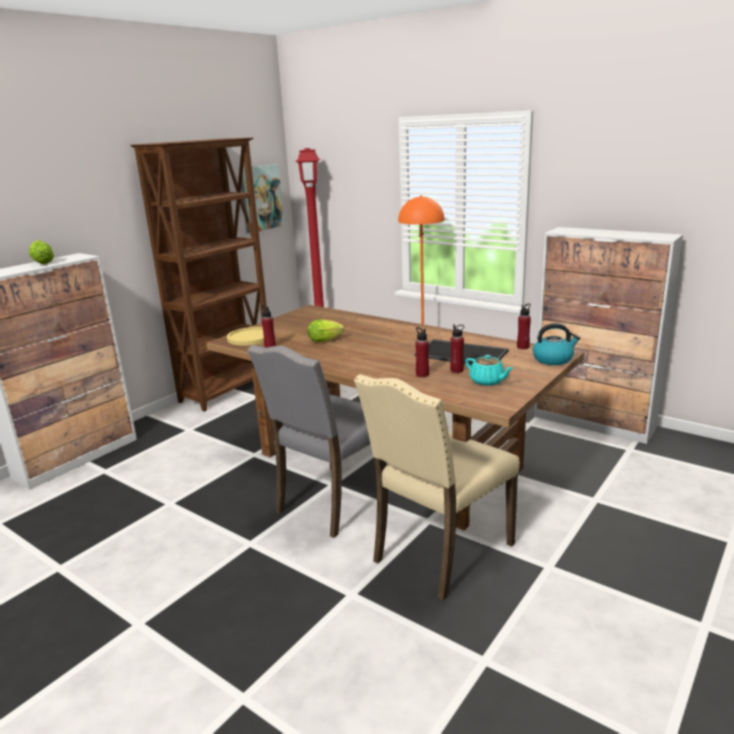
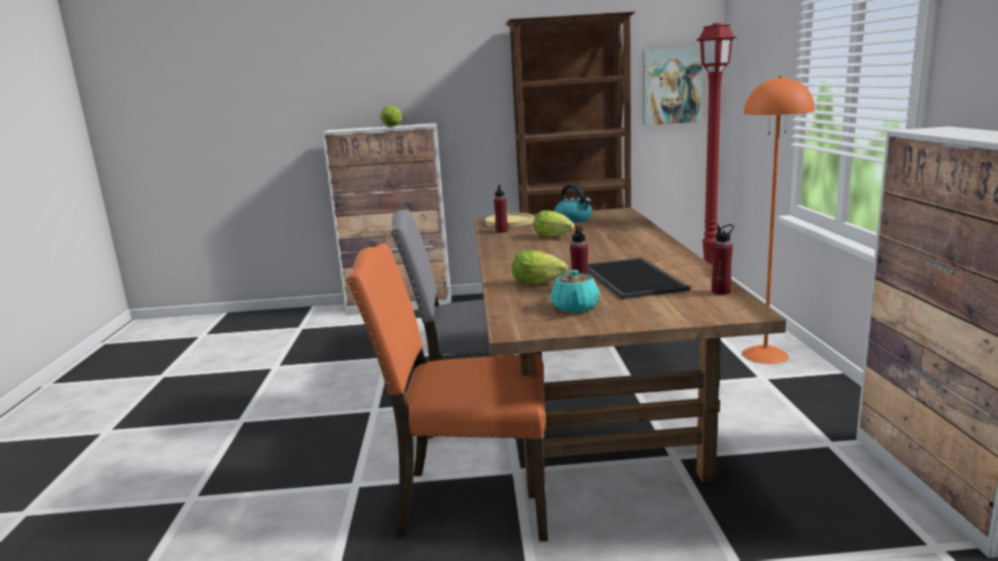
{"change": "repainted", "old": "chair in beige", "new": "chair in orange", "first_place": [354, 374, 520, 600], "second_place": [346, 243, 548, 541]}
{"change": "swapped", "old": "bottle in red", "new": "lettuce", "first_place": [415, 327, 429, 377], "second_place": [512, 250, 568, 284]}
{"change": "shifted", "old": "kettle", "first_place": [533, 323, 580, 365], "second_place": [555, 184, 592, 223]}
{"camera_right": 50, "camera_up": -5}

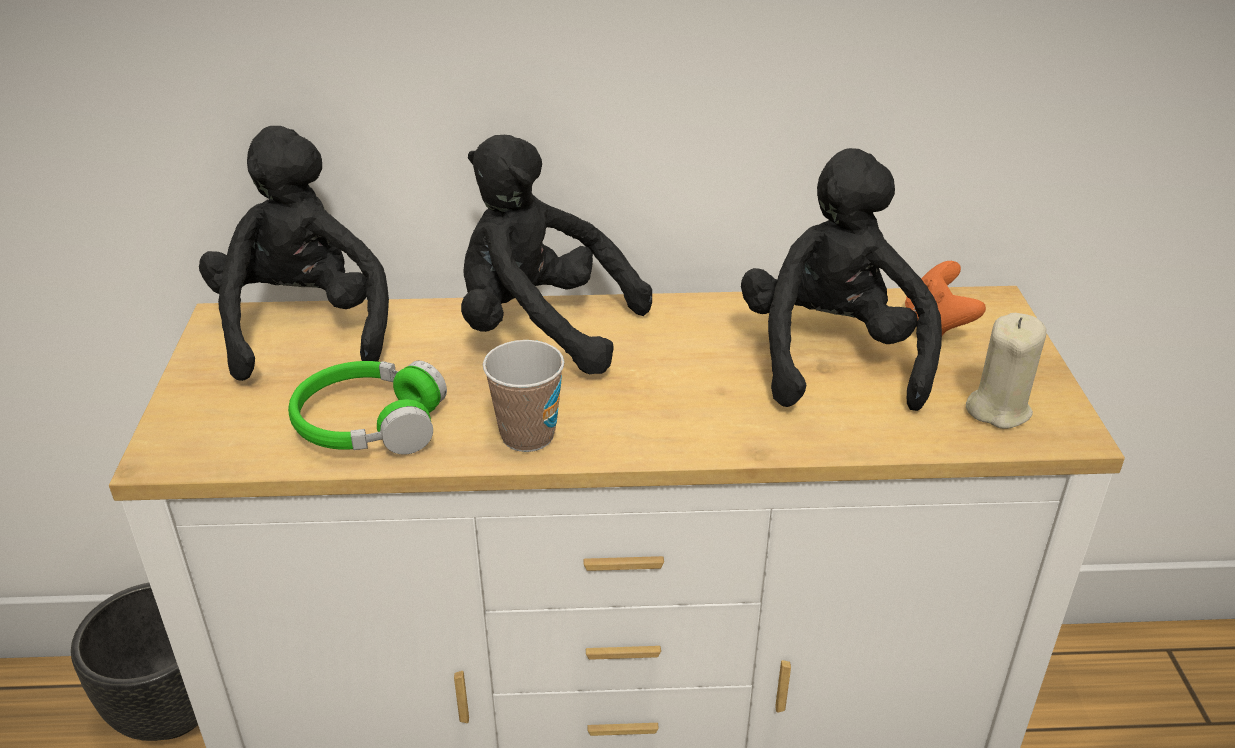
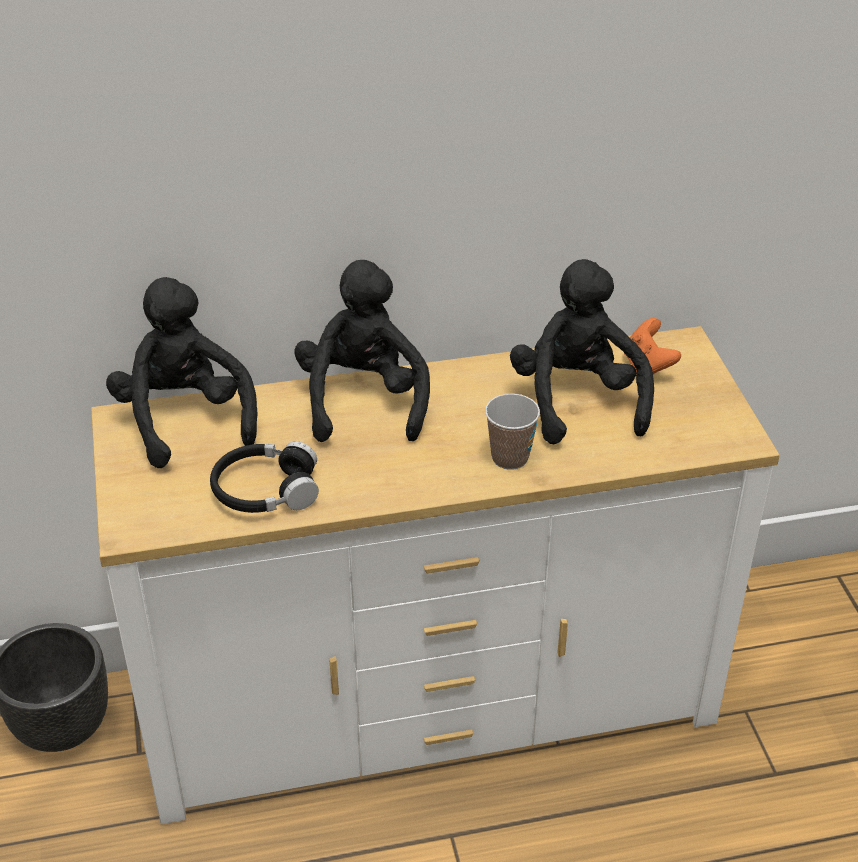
{"change": "repainted", "old": "headphones in green", "new": "headphones in black", "first_place": [288, 361, 447, 455], "second_place": [210, 441, 319, 513]}
{"change": "rotated", "old": "plush toy in black", "first_place": [461, 135, 652, 374], "second_place": [294, 260, 430, 442], "degrees": 75}
{"change": "shifted", "old": "cup", "first_place": [483, 340, 565, 452], "second_place": [485, 394, 540, 470]}
{"change": "gone", "old": "candle in beige", "first_place": [966, 313, 1046, 429]}
{"camera_right": -10, "camera_up": 5}

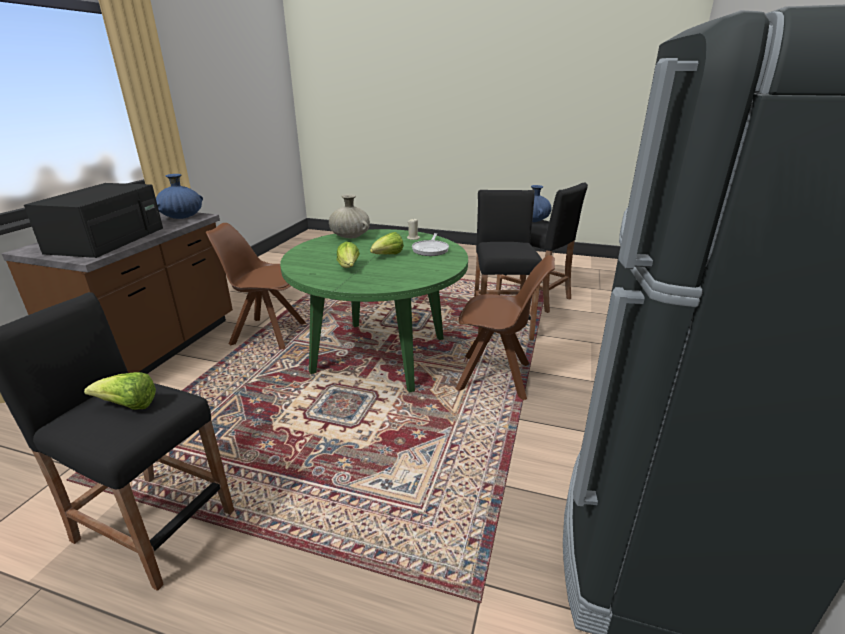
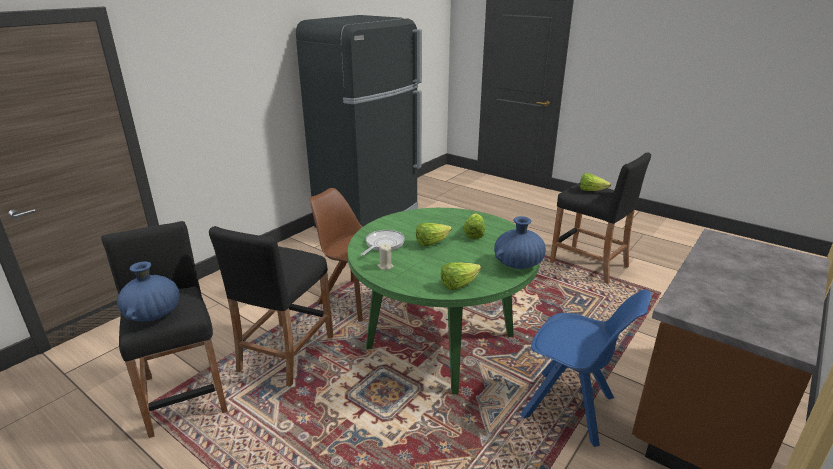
{"change": "swapped", "old": "vase in beige", "new": "lettuce", "first_place": [329, 194, 370, 238], "second_place": [440, 263, 481, 290]}
{"change": "shifted", "old": "vase in blue", "first_place": [156, 174, 203, 219], "second_place": [494, 216, 546, 269]}
{"change": "repainted", "old": "chair in brown", "new": "chair in blue", "first_place": [206, 223, 306, 349], "second_place": [520, 290, 652, 447]}
{"change": "gone", "old": "microwave in black", "first_place": [24, 183, 163, 258]}
{"camera_right": -160, "camera_up": 0}

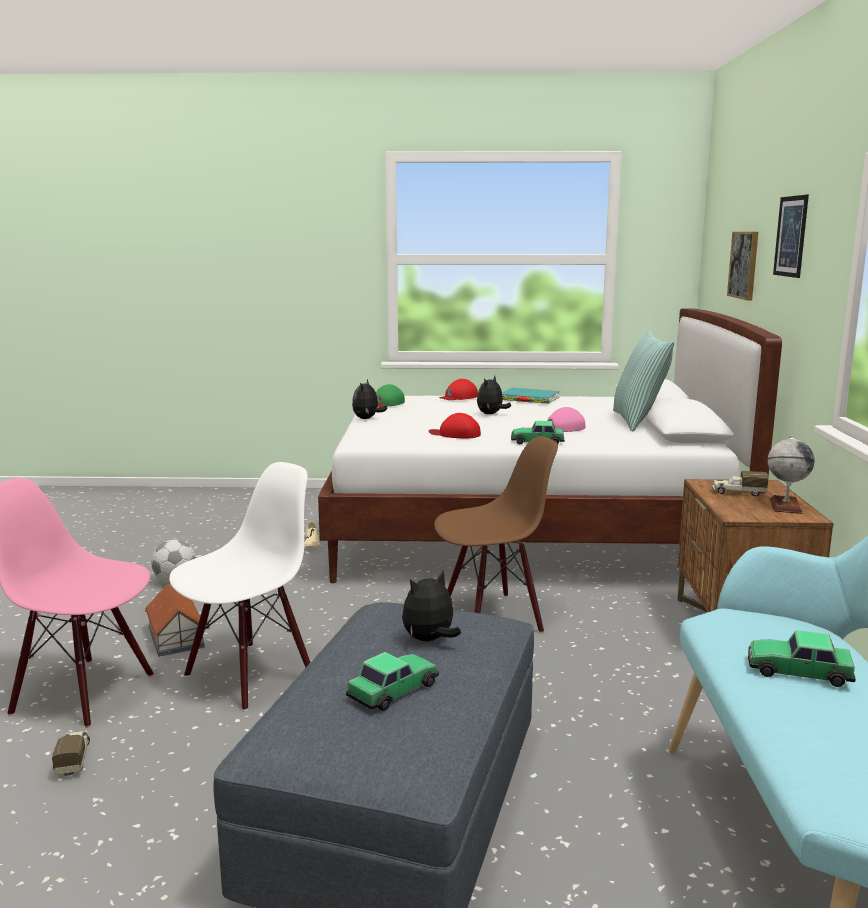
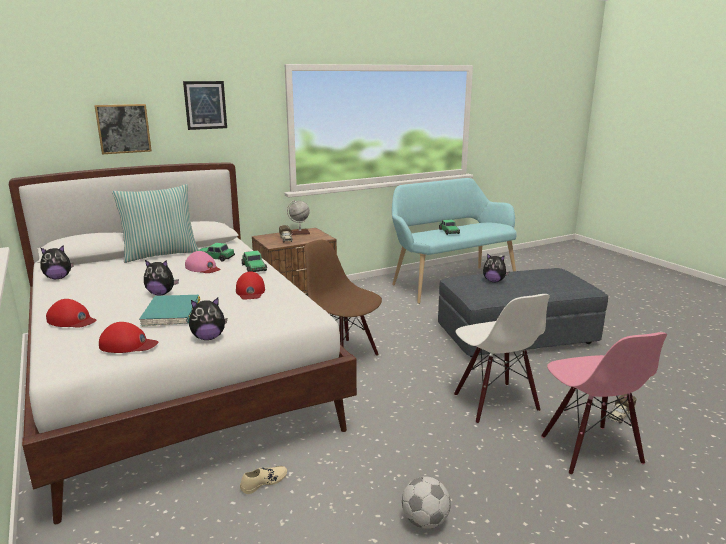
{"change": "new", "new": "plush toy", "second_place": [40, 245, 74, 279]}
{"change": "repainted", "old": "cap in green", "new": "cap in red", "first_place": [376, 384, 405, 407], "second_place": [99, 322, 159, 353]}
{"change": "shifted", "old": "book in turquoise", "first_place": [502, 388, 560, 404], "second_place": [139, 295, 200, 327]}
{"change": "shifted", "old": "toy car", "first_place": [346, 652, 439, 711], "second_place": [198, 243, 235, 262]}
{"change": "rotated", "old": "chair in white", "first_place": [169, 462, 310, 711], "second_place": [454, 294, 550, 424], "degrees": -120}
{"change": "gone", "old": "toy house", "first_place": [145, 584, 205, 657]}
{"camera_right": -120, "camera_up": 5}

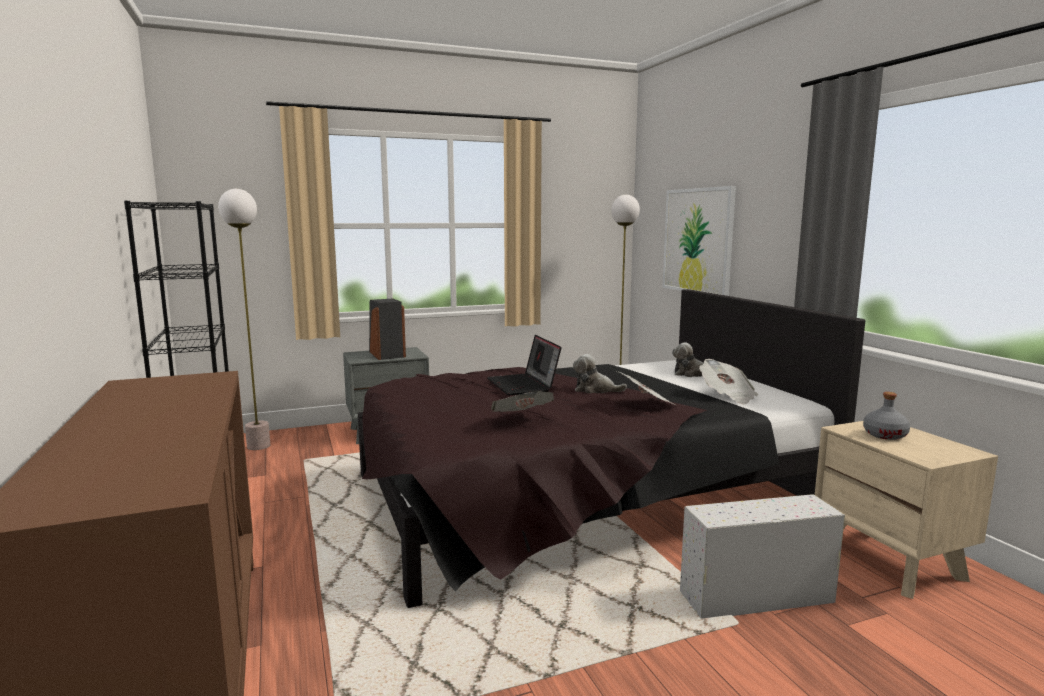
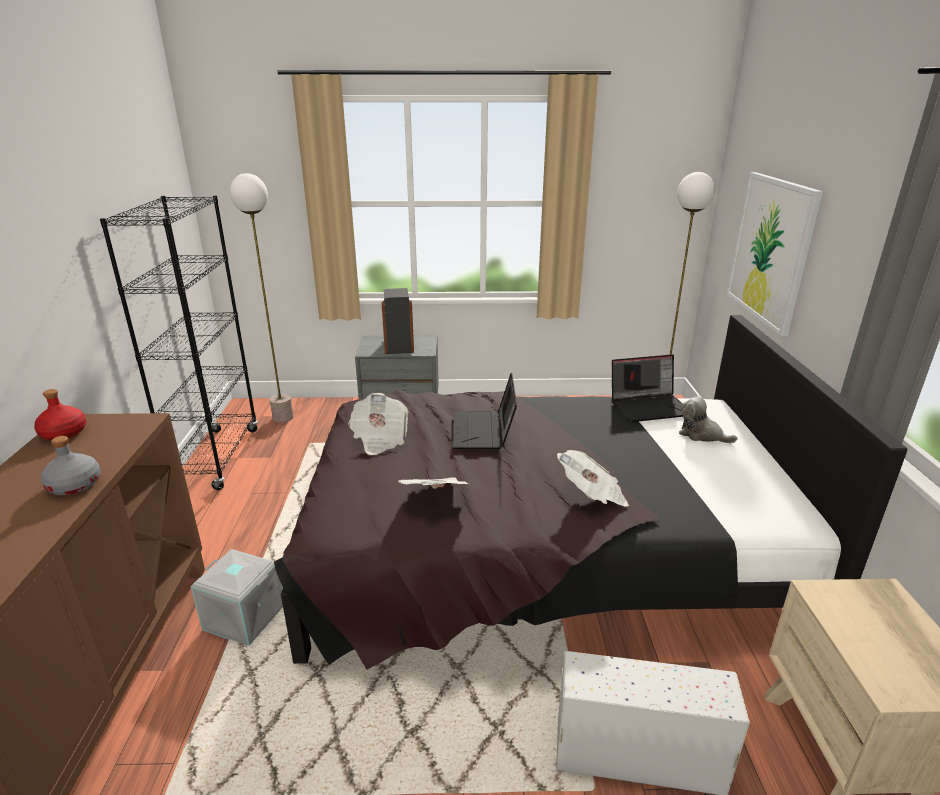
{"change": "new", "new": "bottle in red", "second_place": [34, 389, 86, 440]}
{"change": "shifted", "old": "bottle in grey", "first_place": [863, 392, 910, 440], "second_place": [41, 436, 100, 495]}
{"change": "new", "new": "storage box in grey", "second_place": [190, 549, 283, 646]}
{"change": "shifted", "old": "newspaper", "first_place": [699, 359, 758, 405], "second_place": [348, 393, 409, 455]}
{"change": "new", "new": "laptop", "second_place": [612, 354, 683, 422]}
{"change": "gone", "old": "plush toy", "first_place": [573, 354, 627, 393]}
{"camera_right": 20, "camera_up": 15}

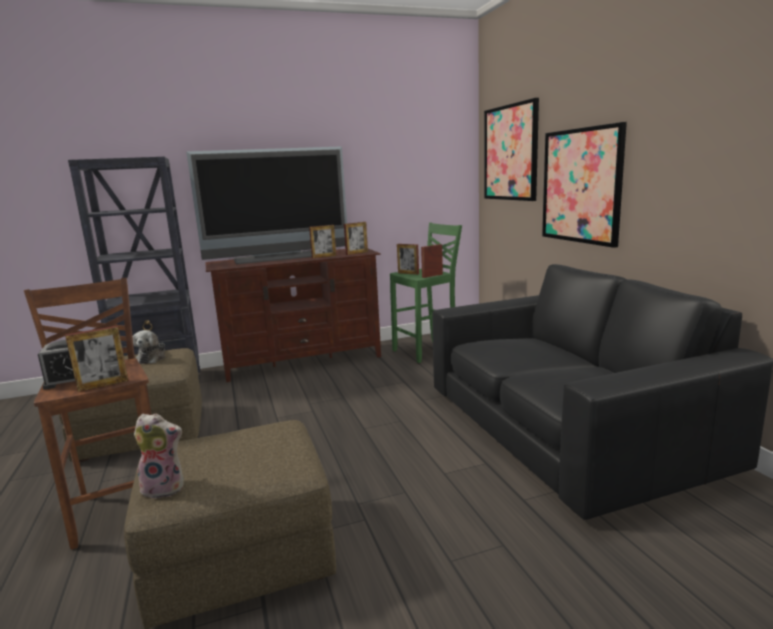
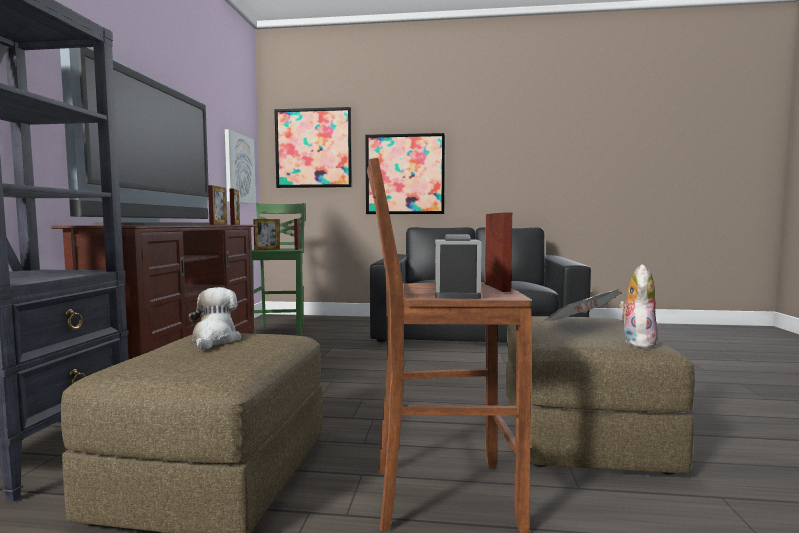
{"change": "rotated", "old": "plush toy", "first_place": [133, 330, 166, 364], "second_place": [189, 287, 241, 350], "degrees": -120}
{"change": "new", "new": "picture", "second_place": [225, 129, 256, 204]}
{"change": "new", "new": "newspaper", "second_place": [544, 289, 622, 321]}
{"camera_right": -65, "camera_up": -10}

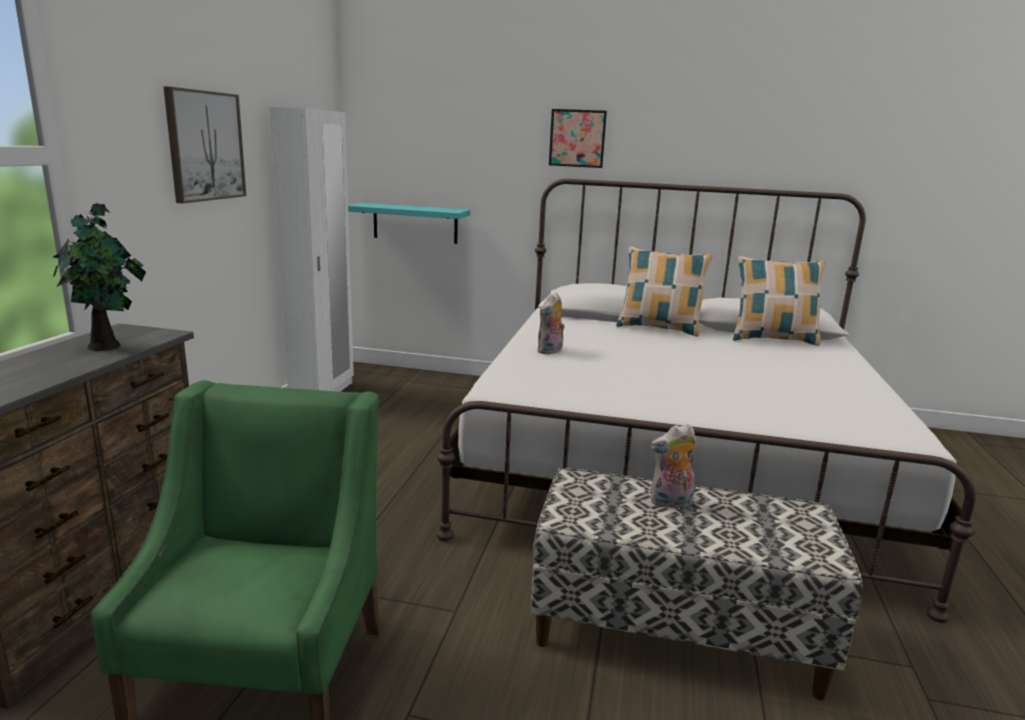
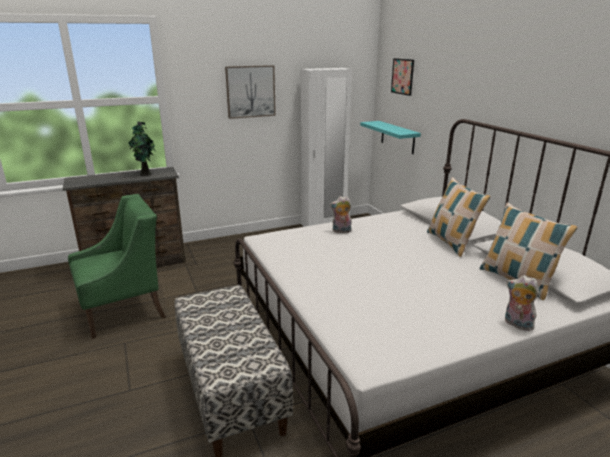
{"change": "shifted", "old": "picture", "first_place": [549, 109, 607, 168], "second_place": [391, 58, 414, 96]}
{"change": "shifted", "old": "plush toy", "first_place": [650, 424, 697, 508], "second_place": [505, 275, 540, 331]}
{"camera_right": 55, "camera_up": 5}

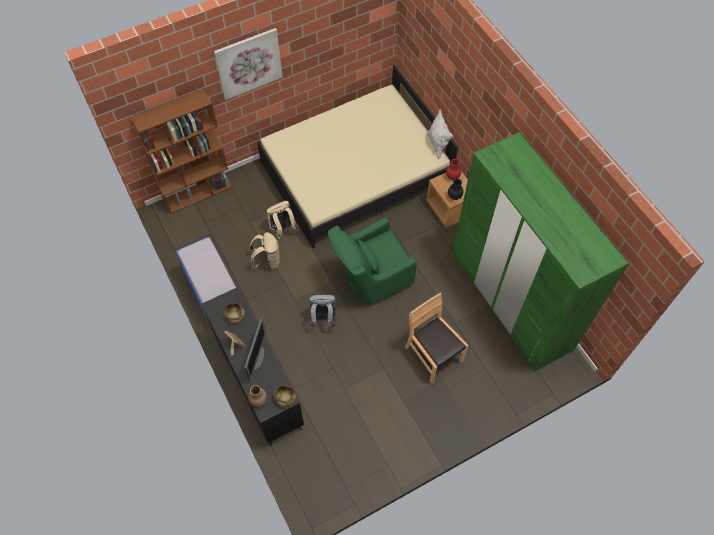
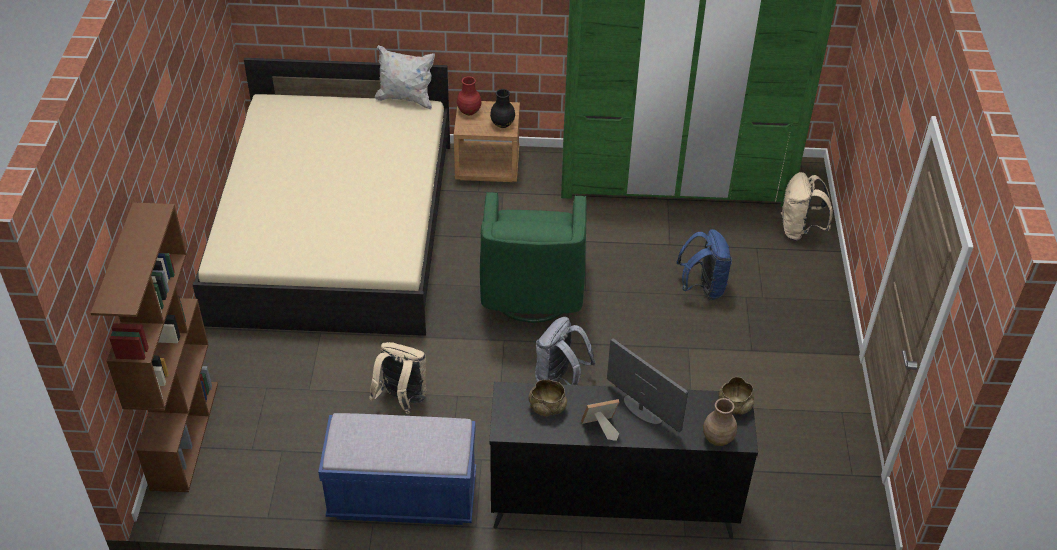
{"change": "swapped", "old": "chair in brown", "new": "backpack in blue", "first_place": [405, 293, 468, 384], "second_place": [676, 229, 732, 300]}
{"change": "shifted", "old": "backpack in beige", "first_place": [267, 201, 298, 239], "second_place": [781, 172, 833, 241]}
{"change": "gone", "old": "picture", "first_place": [214, 28, 283, 100]}
{"camera_right": -60, "camera_up": -15}

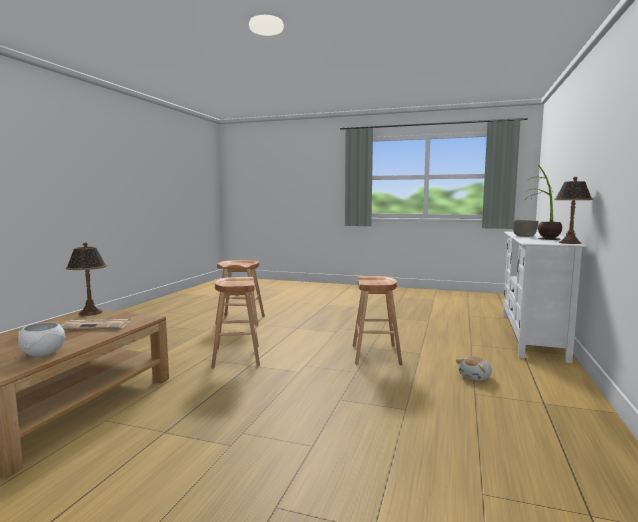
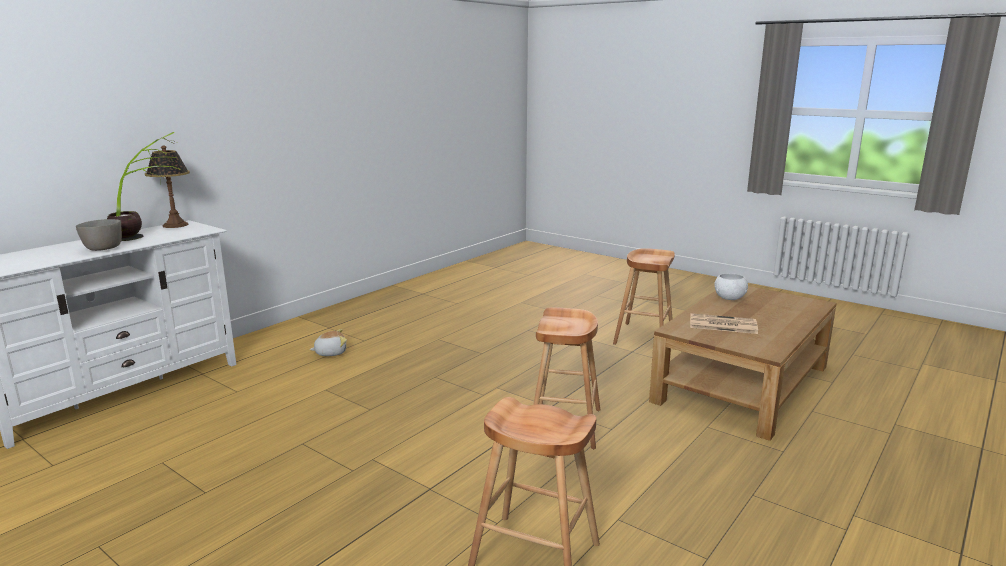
{"change": "shifted", "old": "stool in brown", "first_place": [353, 276, 402, 365], "second_place": [613, 248, 675, 345]}
{"change": "gone", "old": "table lamp", "first_place": [66, 243, 107, 316]}
{"camera_right": -160, "camera_up": 10}

